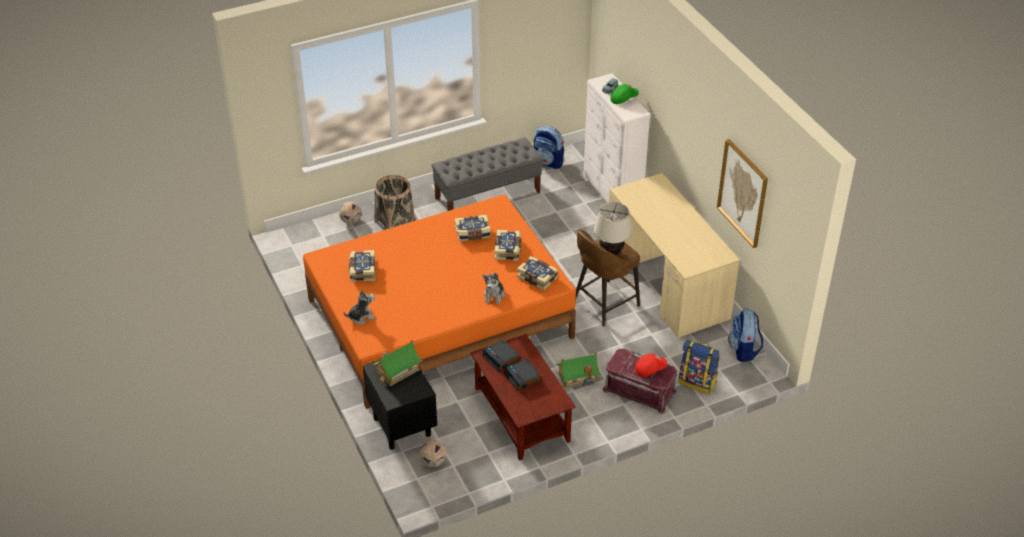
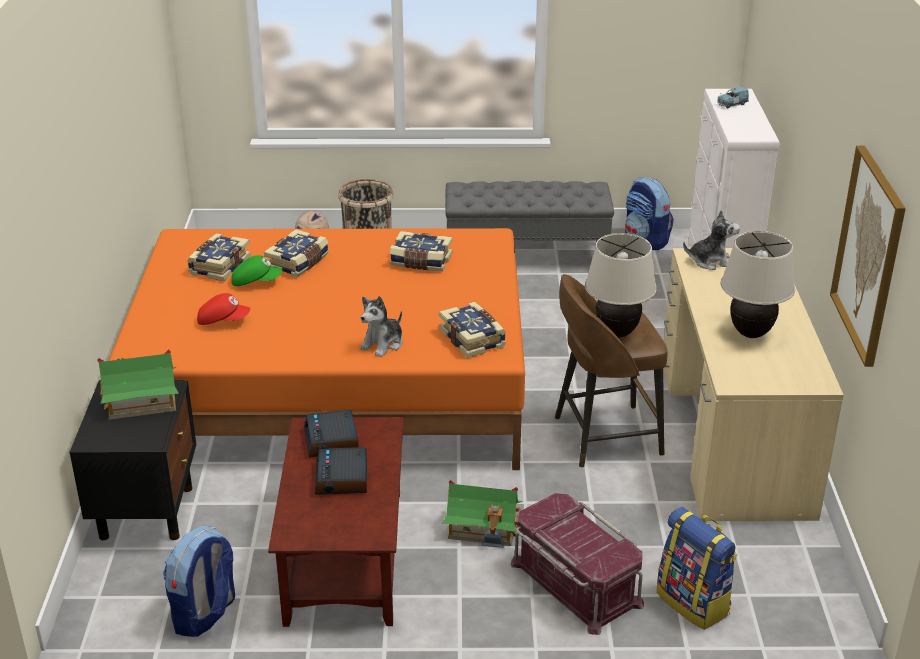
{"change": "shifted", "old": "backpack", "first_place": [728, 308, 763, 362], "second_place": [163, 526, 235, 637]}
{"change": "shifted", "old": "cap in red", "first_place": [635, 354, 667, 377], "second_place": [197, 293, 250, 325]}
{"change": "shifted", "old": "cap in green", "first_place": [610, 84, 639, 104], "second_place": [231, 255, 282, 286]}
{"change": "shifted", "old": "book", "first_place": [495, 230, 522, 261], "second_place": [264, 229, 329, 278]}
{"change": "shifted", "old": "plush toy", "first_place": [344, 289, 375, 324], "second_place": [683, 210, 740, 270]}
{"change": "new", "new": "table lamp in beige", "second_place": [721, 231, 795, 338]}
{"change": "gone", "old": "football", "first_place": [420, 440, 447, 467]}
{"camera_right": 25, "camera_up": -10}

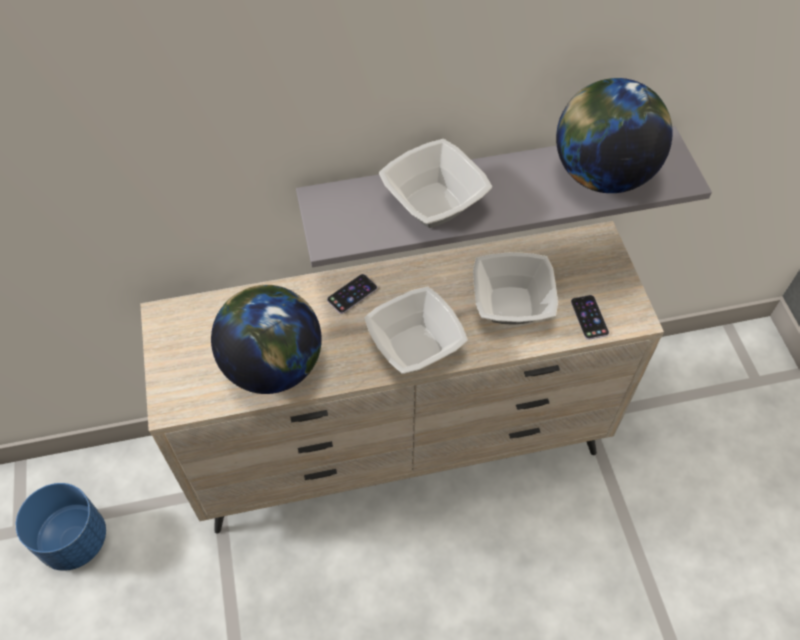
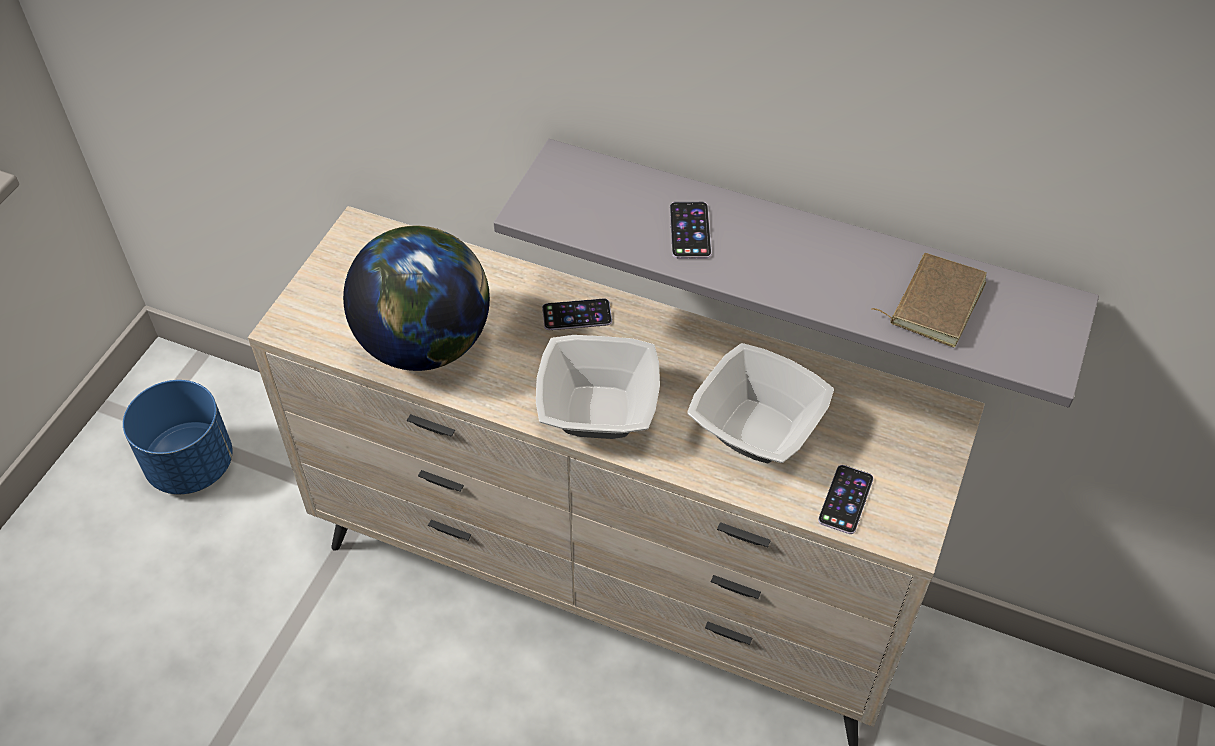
{"change": "swapped", "old": "bowl", "new": "phone", "first_place": [379, 139, 492, 228], "second_place": [670, 202, 712, 259]}
{"change": "swapped", "old": "globe", "new": "book in brown", "first_place": [556, 78, 673, 193], "second_place": [871, 253, 987, 347]}
{"camera_right": 35, "camera_up": -5}

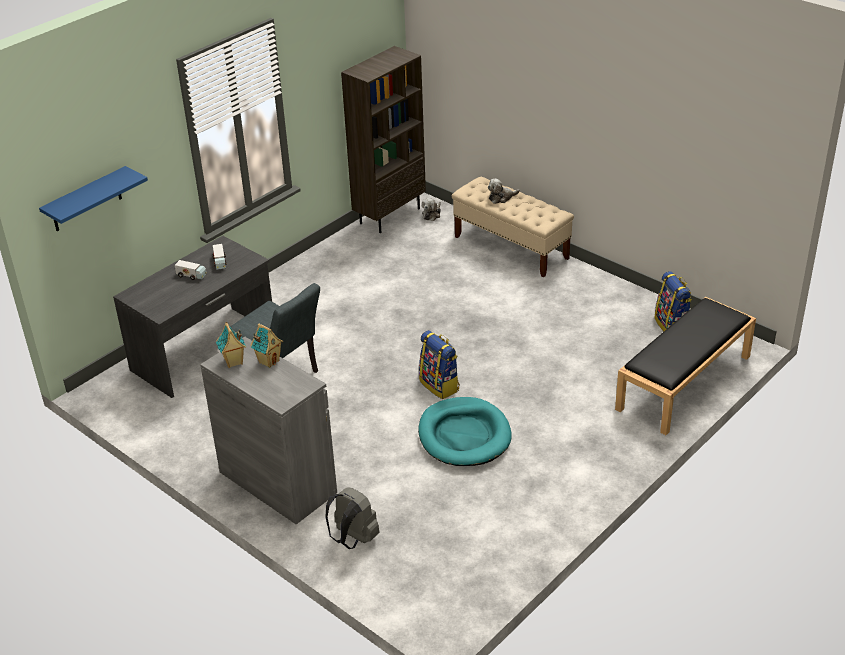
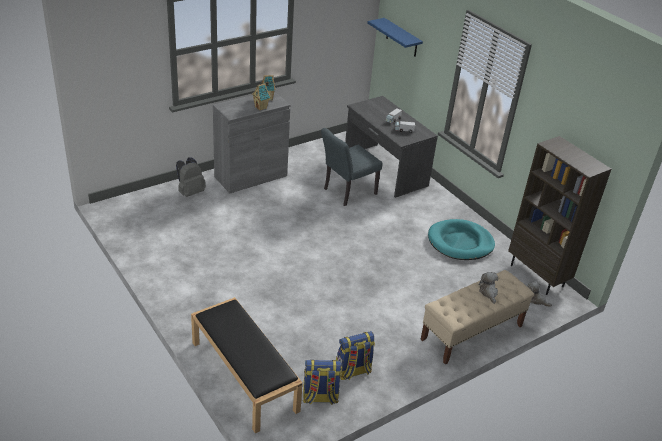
{"change": "shifted", "old": "backpack", "first_place": [419, 330, 460, 399], "second_place": [336, 331, 375, 380]}
{"change": "shifted", "old": "dog bed in turquoise", "first_place": [418, 397, 512, 466], "second_place": [428, 219, 495, 260]}
{"camera_right": 100, "camera_up": 0}

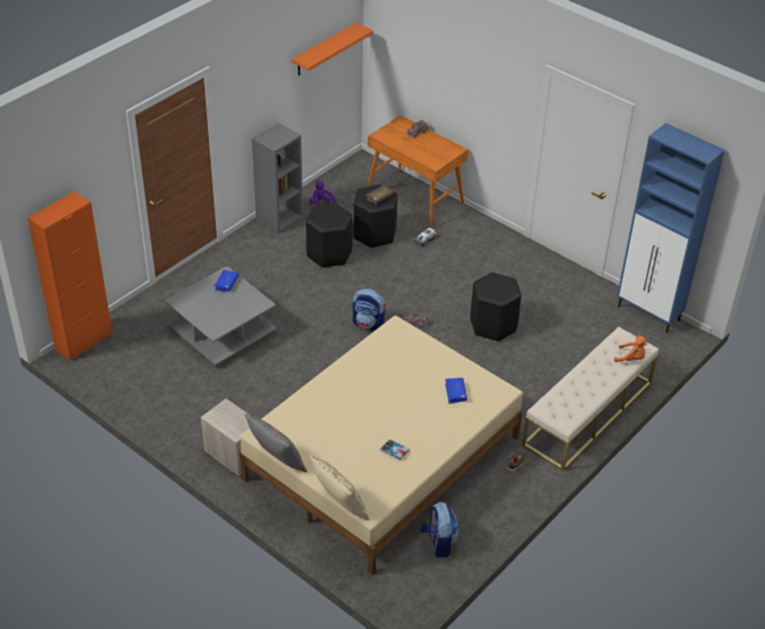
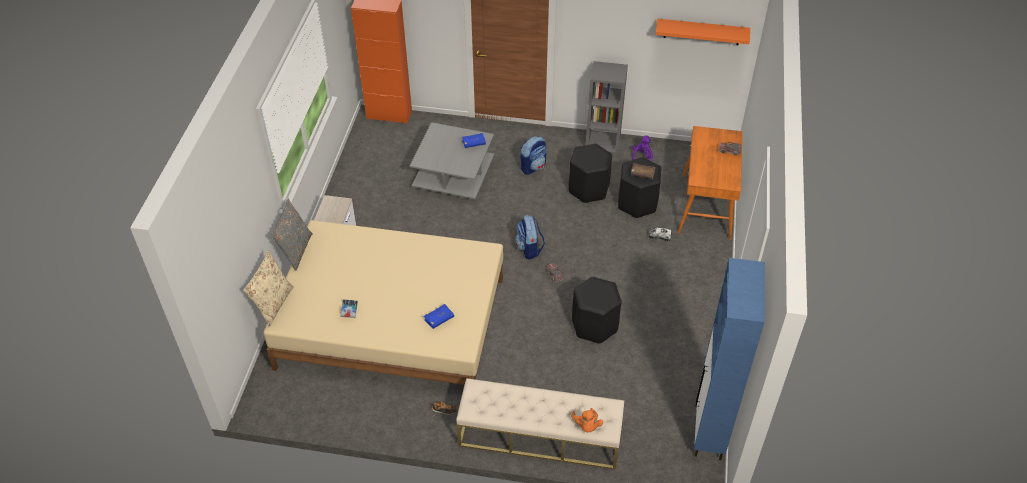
{"change": "shifted", "old": "backpack", "first_place": [420, 502, 459, 558], "second_place": [521, 136, 547, 175]}
{"camera_right": 60, "camera_up": 5}

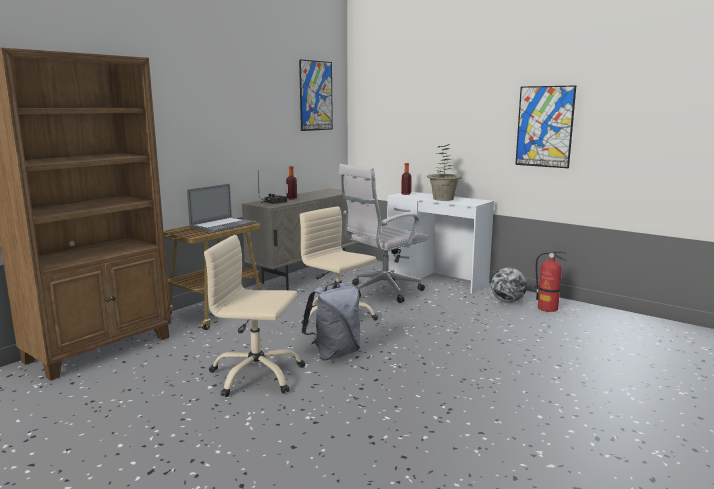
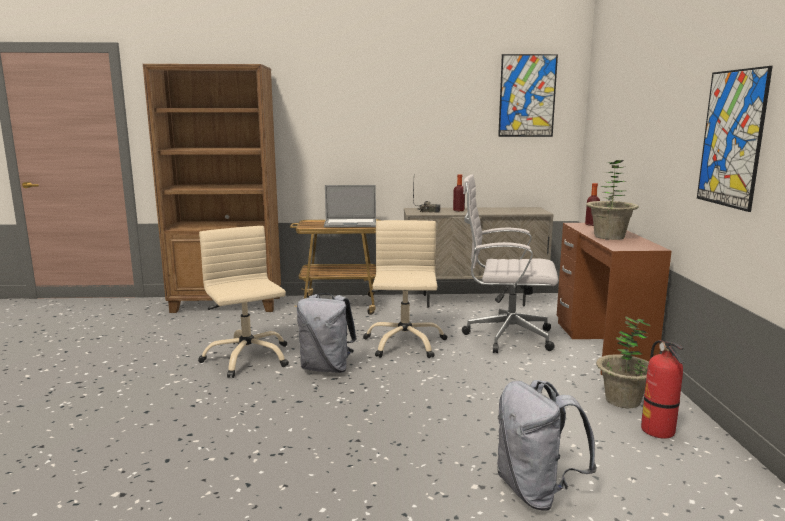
{"change": "new", "new": "backpack in grey", "second_place": [497, 380, 597, 511]}
{"change": "repainted", "old": "desk in white", "new": "desk in brown", "first_place": [387, 192, 494, 294], "second_place": [557, 223, 672, 375]}
{"change": "swapped", "old": "globe", "new": "potted plant", "first_place": [491, 267, 527, 303], "second_place": [596, 316, 650, 408]}
{"camera_right": 50, "camera_up": 0}

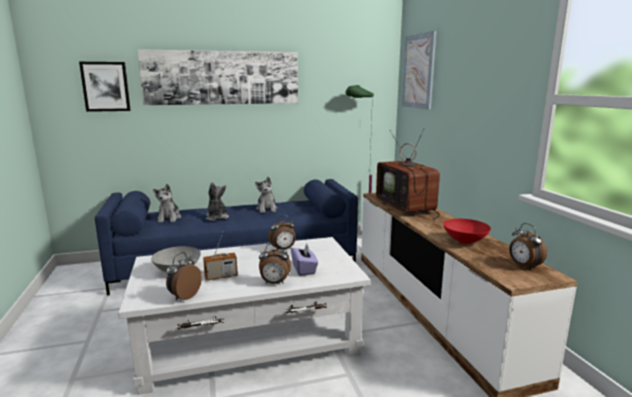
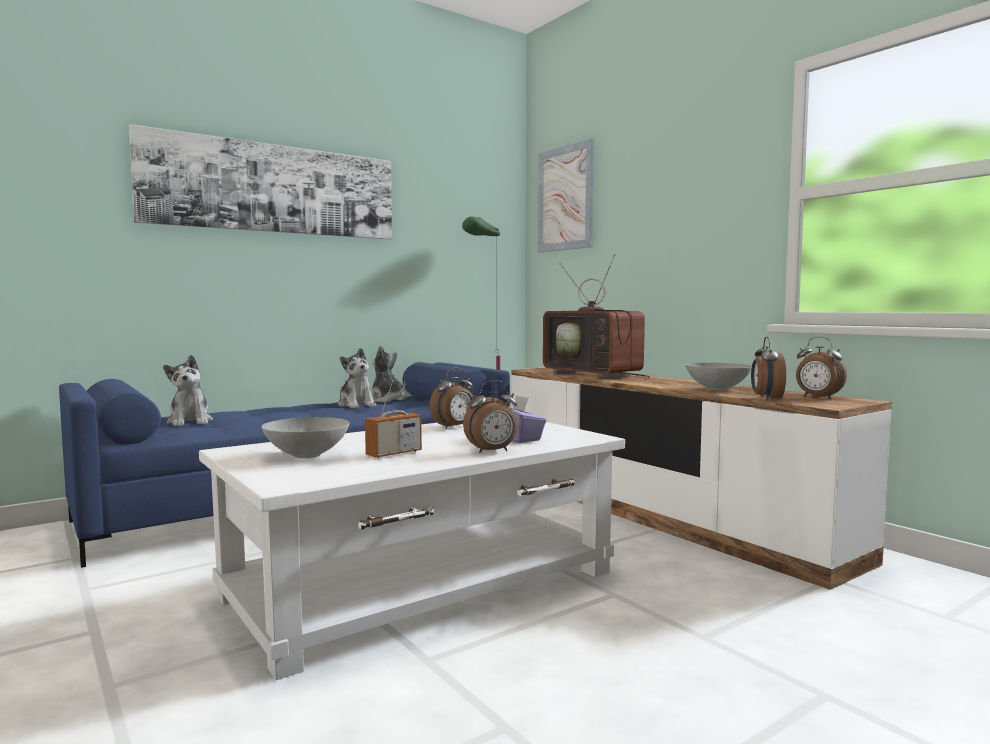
{"change": "shifted", "old": "plush toy", "first_place": [206, 182, 229, 221], "second_place": [371, 346, 405, 402]}
{"change": "repainted", "old": "bowl in red", "new": "bowl in grey", "first_place": [443, 219, 491, 244], "second_place": [686, 363, 752, 390]}
{"change": "shifted", "old": "alarm clock", "first_place": [166, 252, 202, 300], "second_place": [751, 337, 786, 400]}
{"change": "gone", "old": "picture", "first_place": [79, 62, 131, 112]}
{"camera_right": -20, "camera_up": -10}

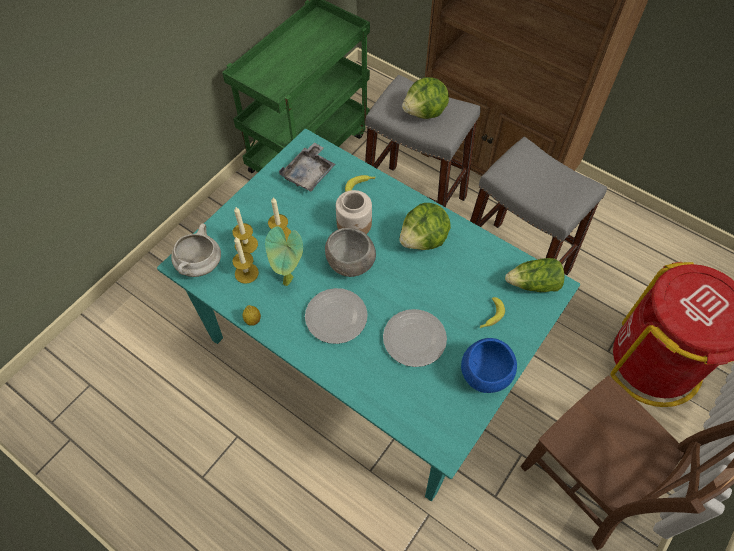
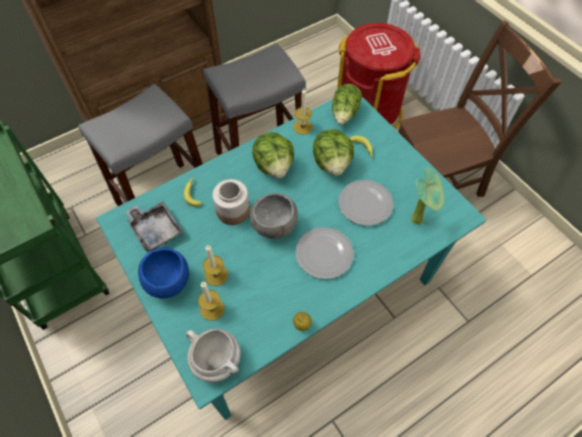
{"change": "shifted", "old": "bowl in blue", "first_place": [461, 338, 517, 393], "second_place": [138, 248, 189, 298]}
{"change": "shifted", "old": "candle", "first_place": [232, 237, 259, 284], "second_place": [293, 88, 313, 135]}
{"change": "shifted", "old": "lettuce", "first_place": [402, 77, 449, 119], "second_place": [313, 129, 354, 176]}
{"change": "shifted", "old": "potted plant", "first_place": [265, 226, 303, 286], "second_place": [411, 168, 444, 225]}
{"camera_right": -70, "camera_up": 0}

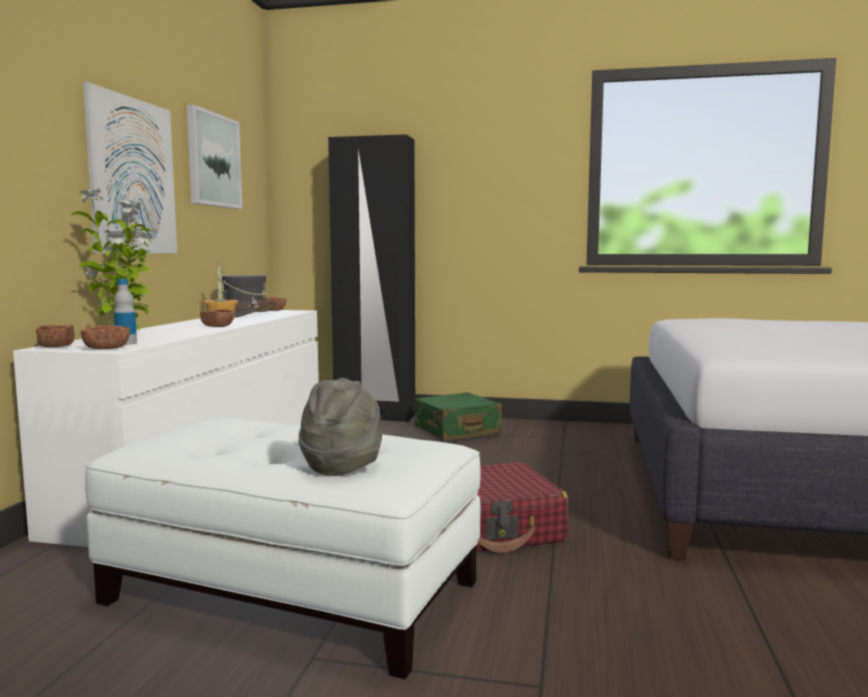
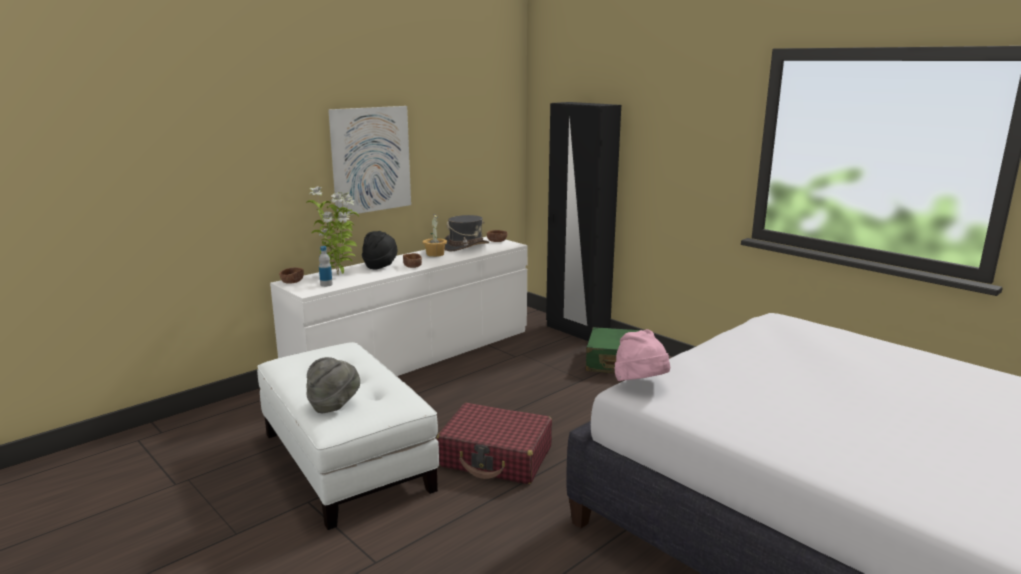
{"change": "new", "new": "hat in black", "second_place": [362, 231, 397, 270]}
{"change": "new", "new": "hat in pink", "second_place": [615, 329, 671, 381]}
{"change": "gone", "old": "bowl in brown", "first_place": [80, 326, 130, 349]}
{"change": "gone", "old": "picture", "first_place": [187, 105, 242, 209]}
{"camera_right": 35, "camera_up": 10}

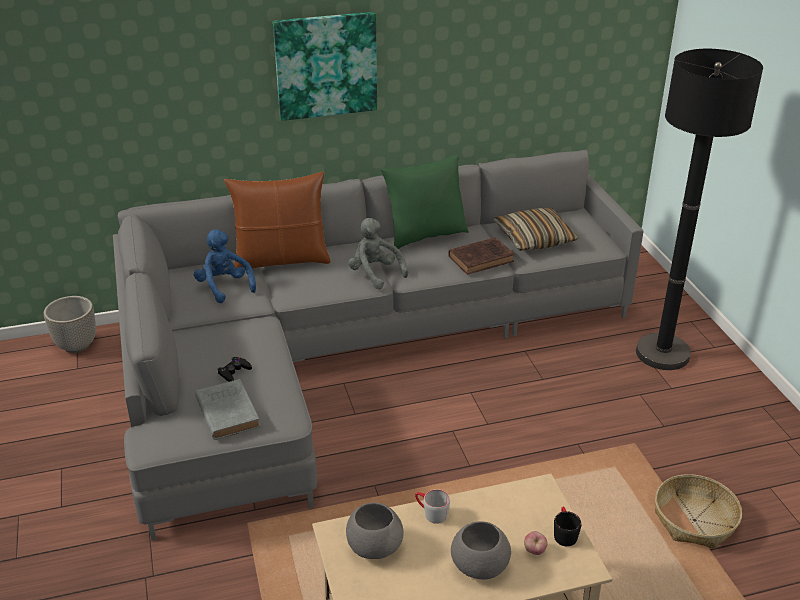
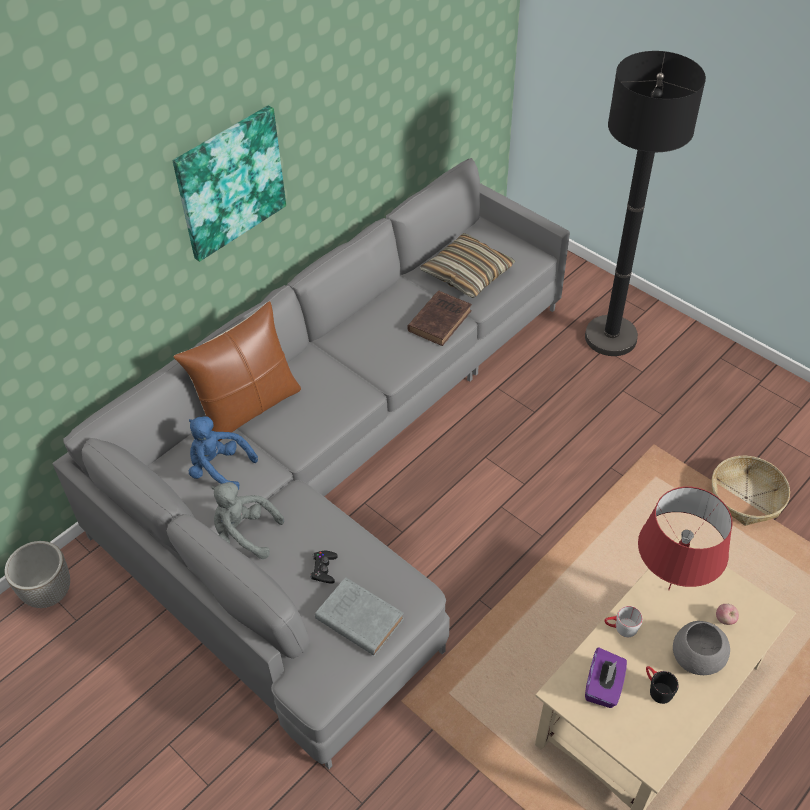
{"change": "shifted", "old": "plush toy in grey", "first_place": [348, 218, 408, 290], "second_place": [211, 482, 284, 559]}
{"change": "swapped", "old": "bowl in grey", "new": "tissue box in purple", "first_place": [346, 502, 404, 559], "second_place": [585, 647, 627, 708]}
{"change": "new", "new": "table lamp in red", "second_place": [638, 487, 732, 590]}
{"change": "shifted", "old": "mug in black", "first_place": [554, 506, 581, 547], "second_place": [646, 666, 678, 704]}
{"change": "gone", "old": "pillow in green", "first_place": [381, 155, 469, 249]}
{"camera_right": -30, "camera_up": 15}

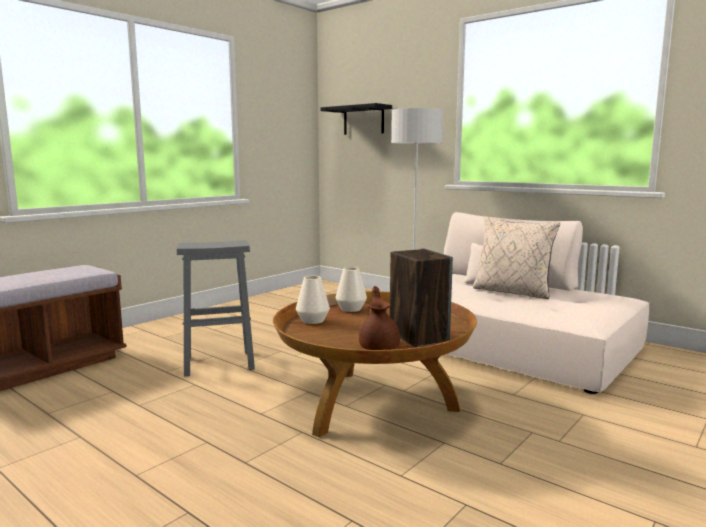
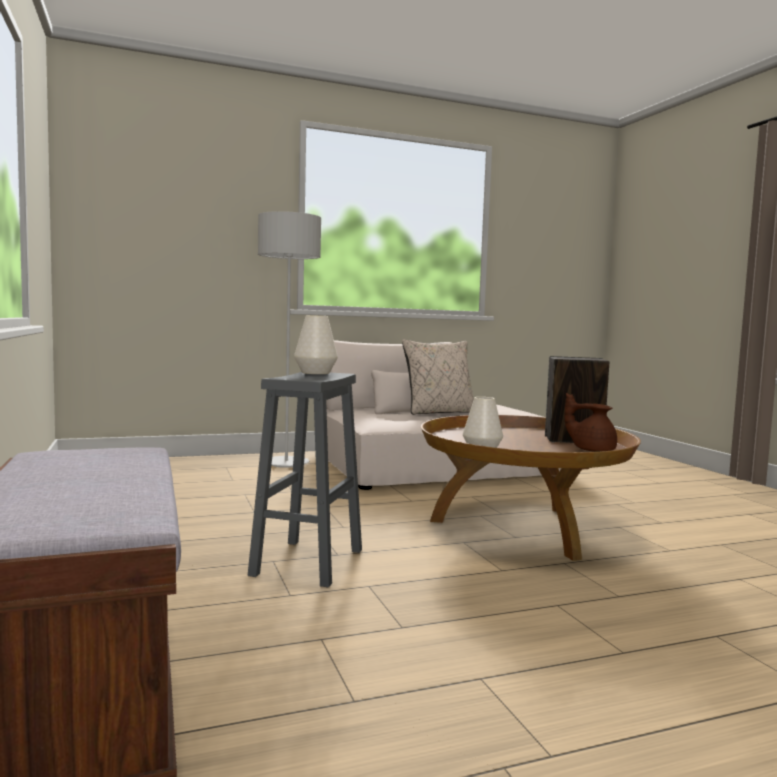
{"change": "shifted", "old": "vase in white", "first_place": [335, 267, 367, 312], "second_place": [294, 315, 338, 374]}
{"change": "gone", "old": "shelf in black", "first_place": [320, 103, 392, 135]}
{"camera_right": -60, "camera_up": -5}

